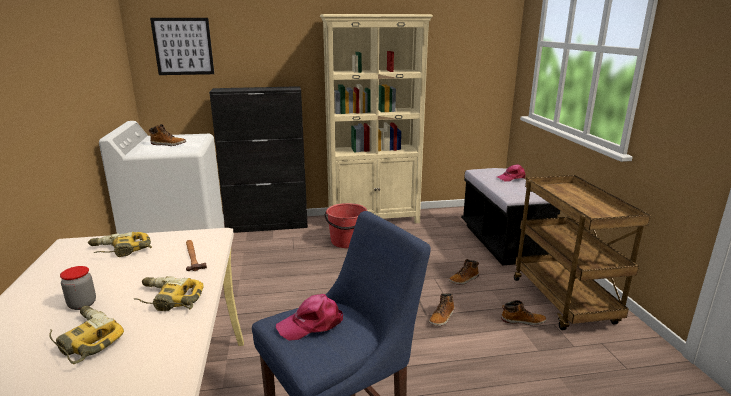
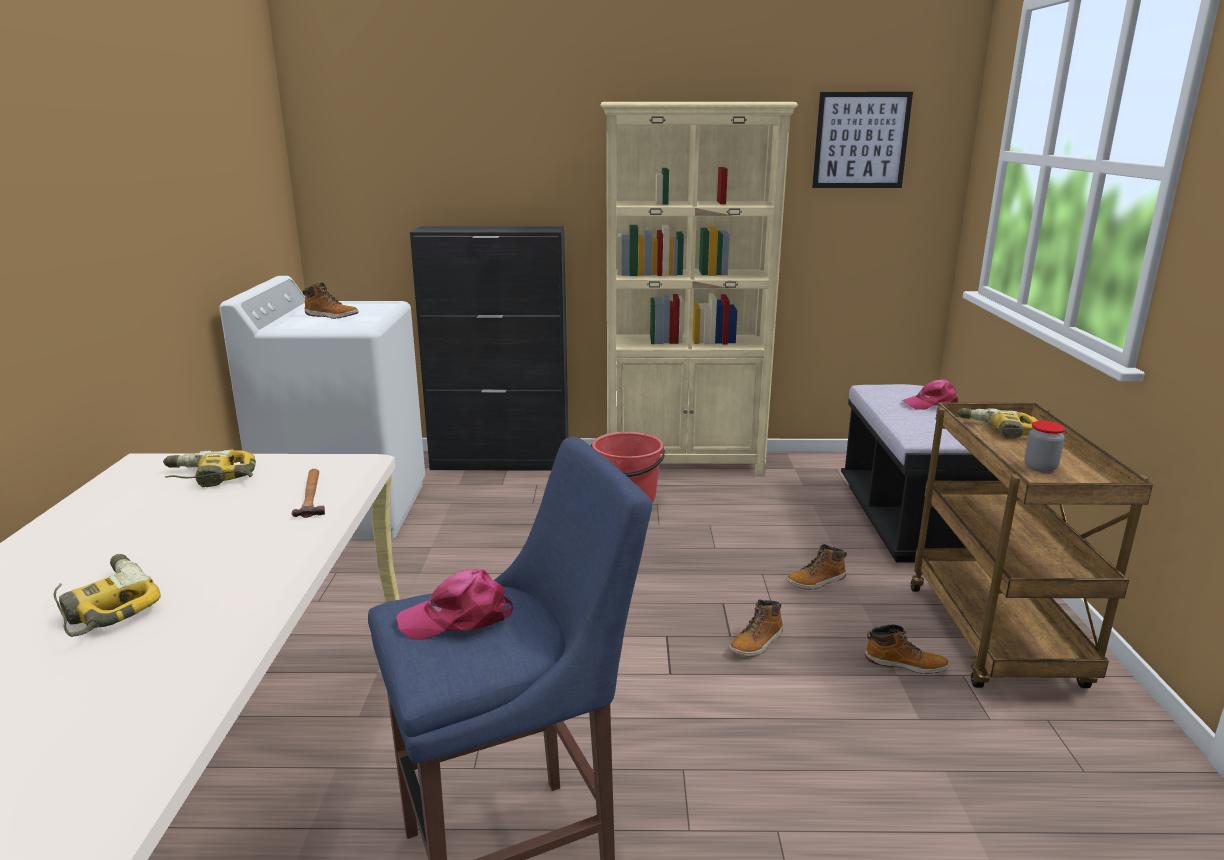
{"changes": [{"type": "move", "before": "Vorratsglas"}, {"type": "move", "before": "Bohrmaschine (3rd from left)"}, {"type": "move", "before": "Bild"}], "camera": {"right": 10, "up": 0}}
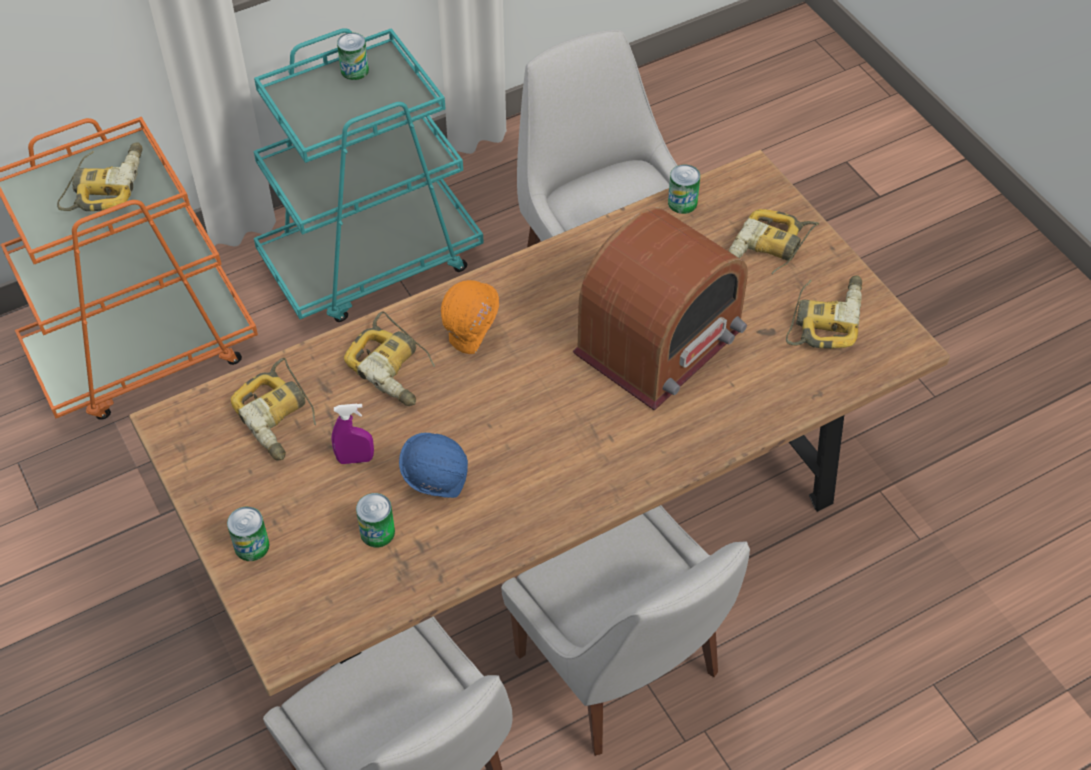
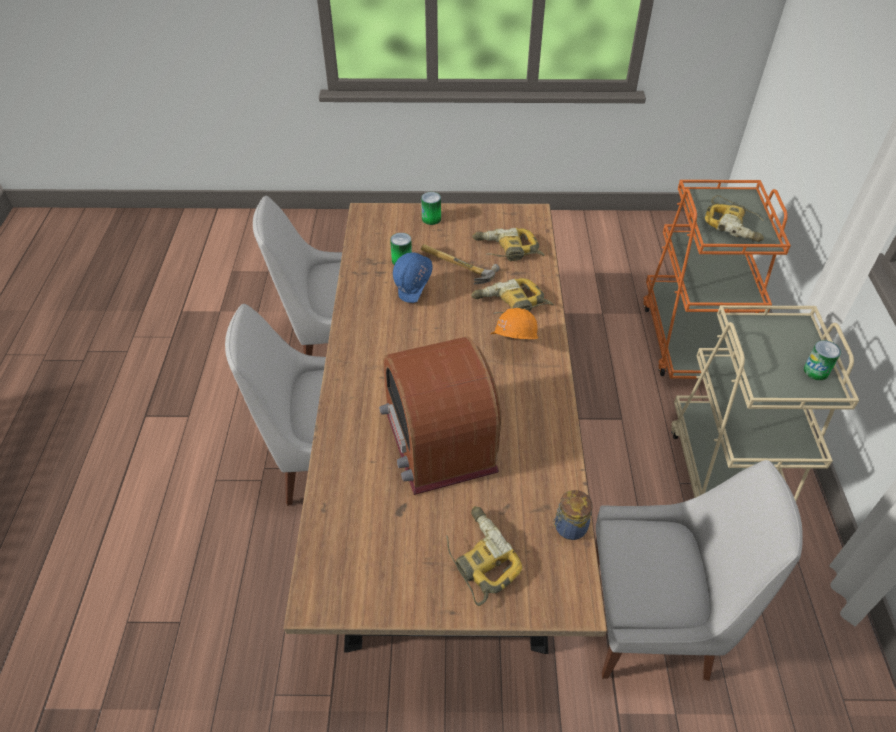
{"changes": [{"type": "recolor", "before": "Rollwagen [türkis]", "after": "Rollwagen [beige]"}, {"type": "replace", "before": "Sprühflasche [lila]", "after": "Hammer"}, {"type": "replace", "before": "Dose (4th from left)", "after": "Vorratsglas"}, {"type": "delete", "before": "Bohrmaschine (5th from left)"}], "camera": {"right": 120, "up": -5}}
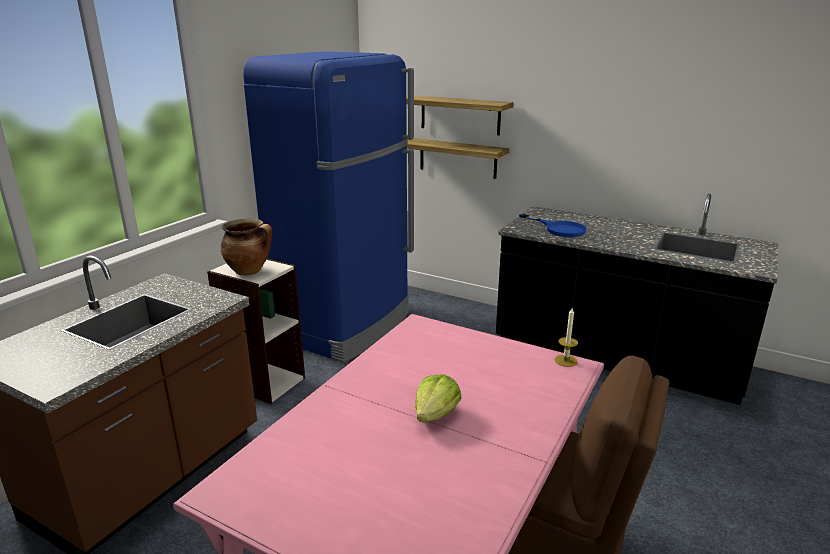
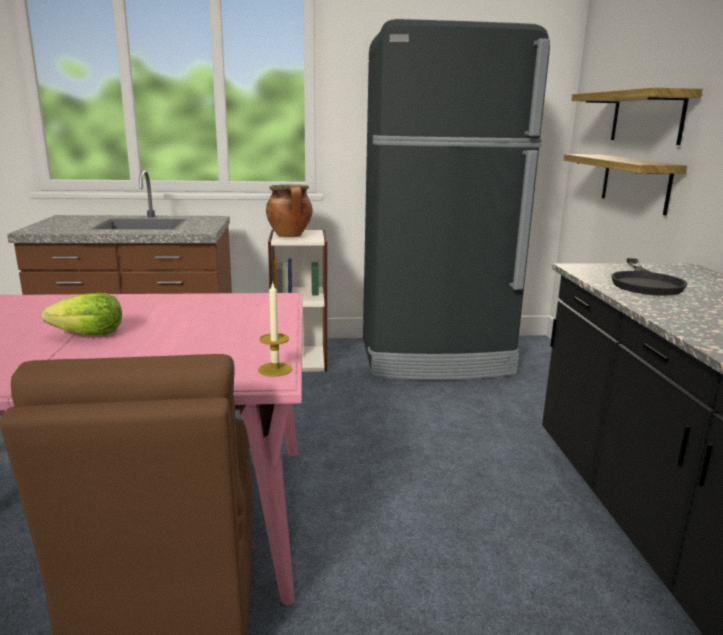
{"changes": [{"type": "recolor", "before": "Kühlschrank [blau]", "after": "Kühlschrank [schwarz]"}, {"type": "recolor", "before": "Pfanne [blau]", "after": "Pfanne [schwarz]"}], "camera": {"right": 55, "up": -5}}
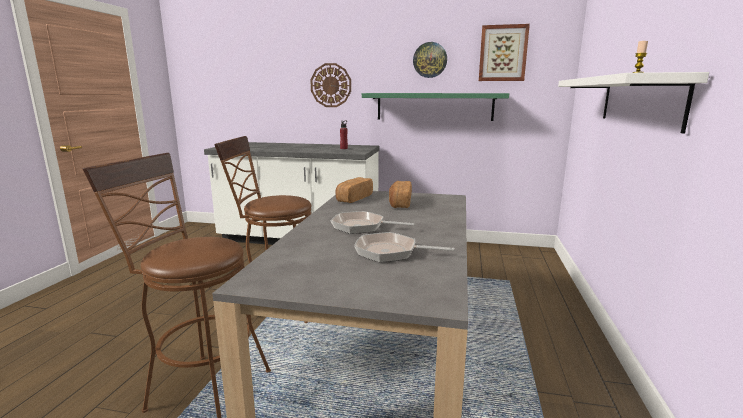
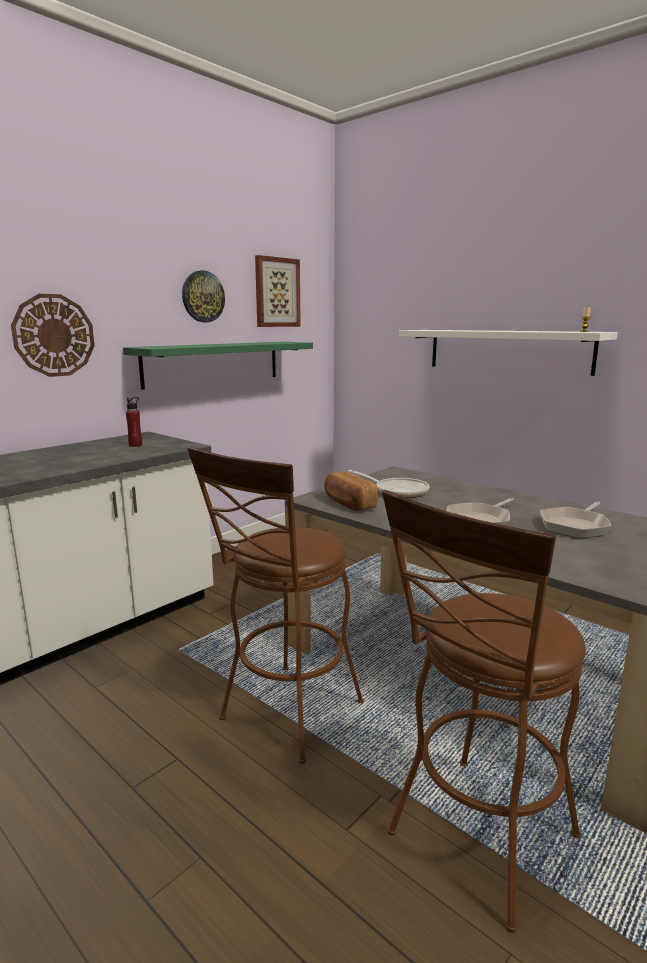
{"changes": [{"type": "replace", "before": "Brot (2nd from left)", "after": "Pfanne (1st from left)"}], "camera": {"right": -60, "up": 0}}
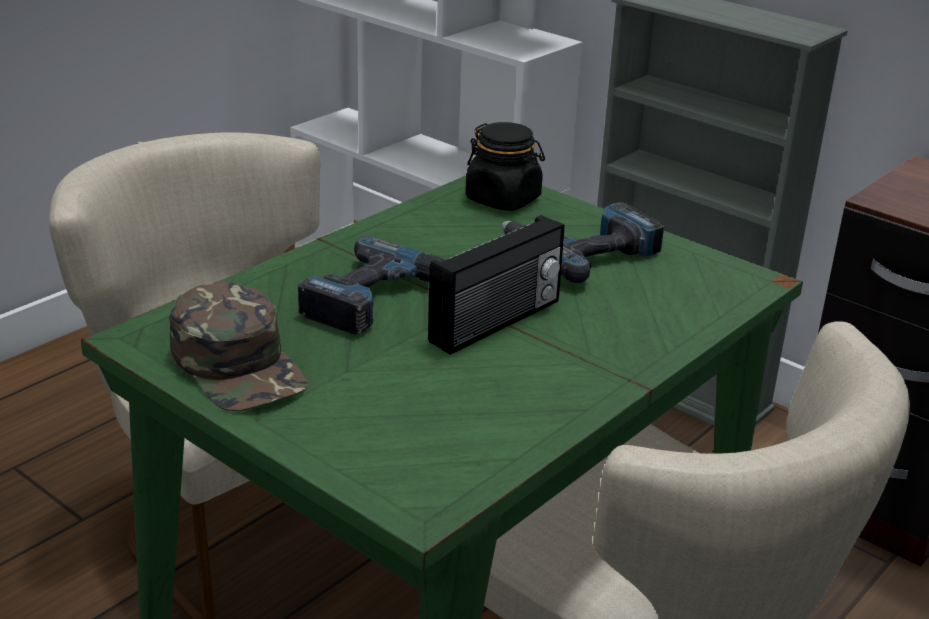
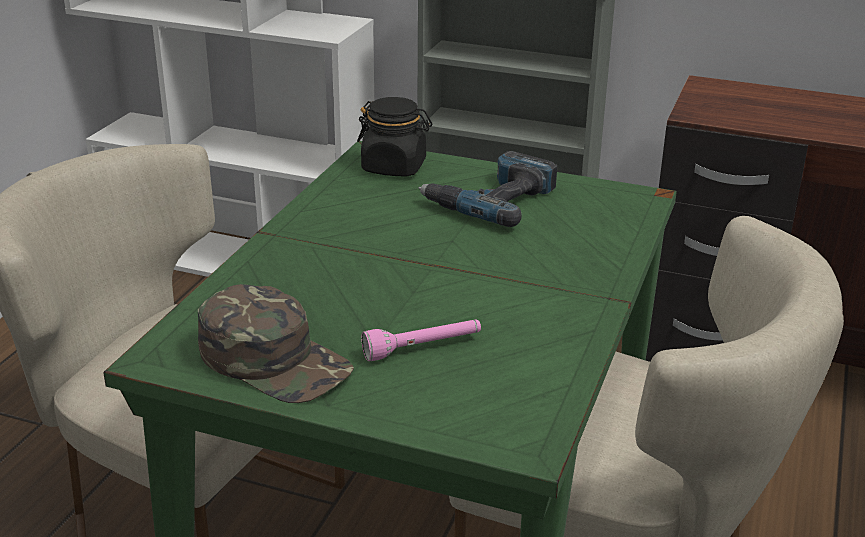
{"changes": [{"type": "delete", "before": "Bohrmaschine (1st from left)"}, {"type": "delete", "before": "Radio"}, {"type": "insert", "after": "Taschenlampe [rosa]"}], "camera": {"right": -20, "up": 0}}
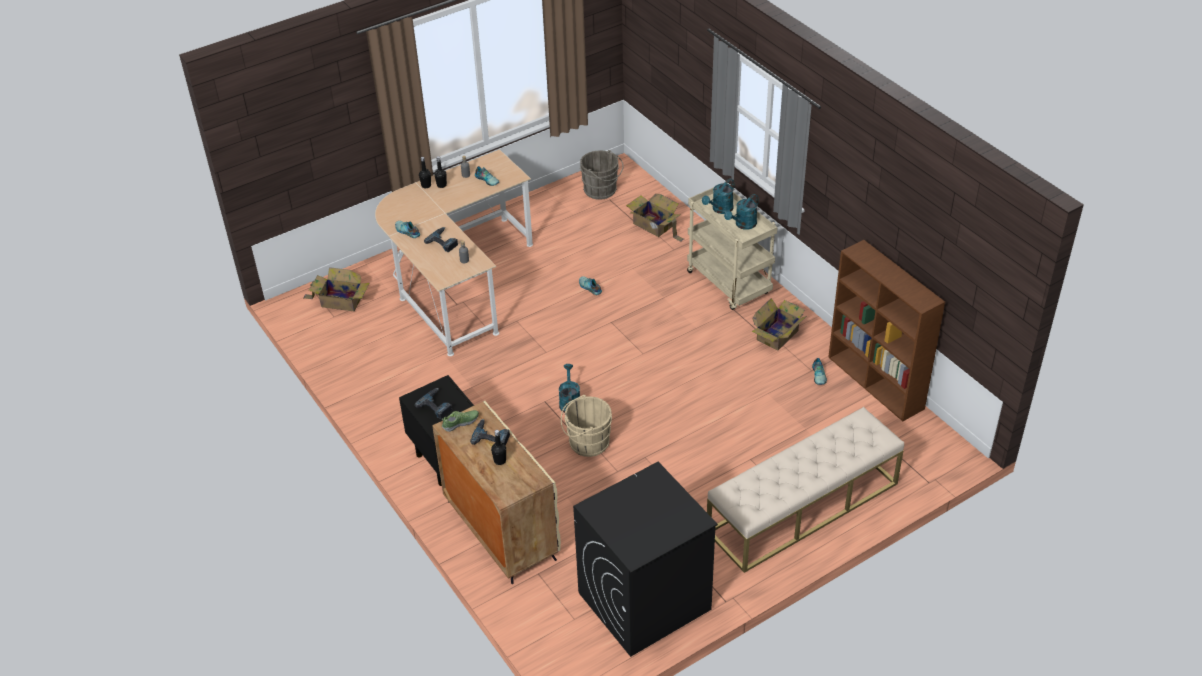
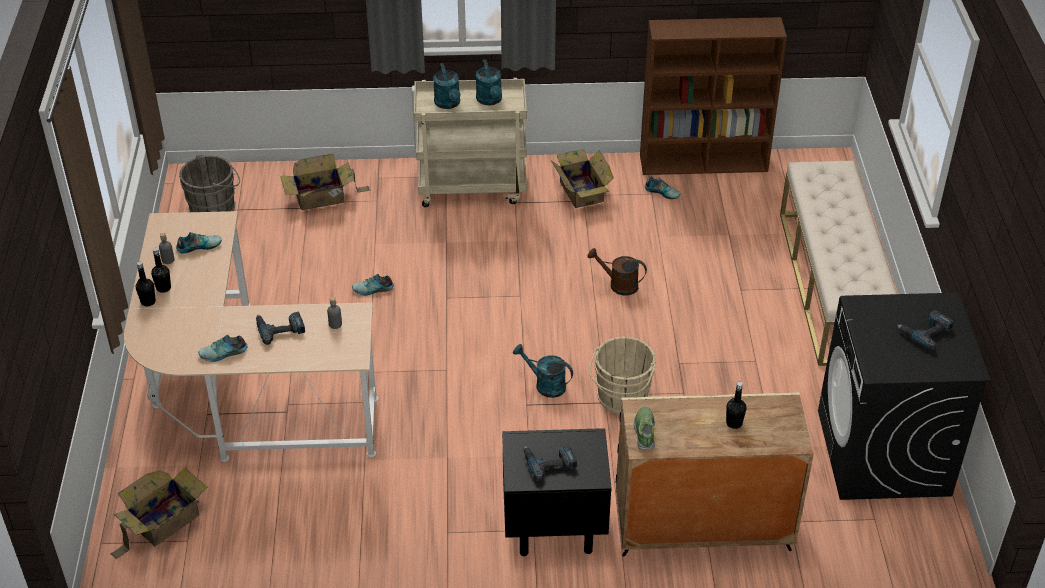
{"changes": [{"type": "move", "before": "Bohrmaschine (3rd from left)"}, {"type": "insert", "after": "Gießkanne [braun]"}], "camera": {"right": -60, "up": 0}}
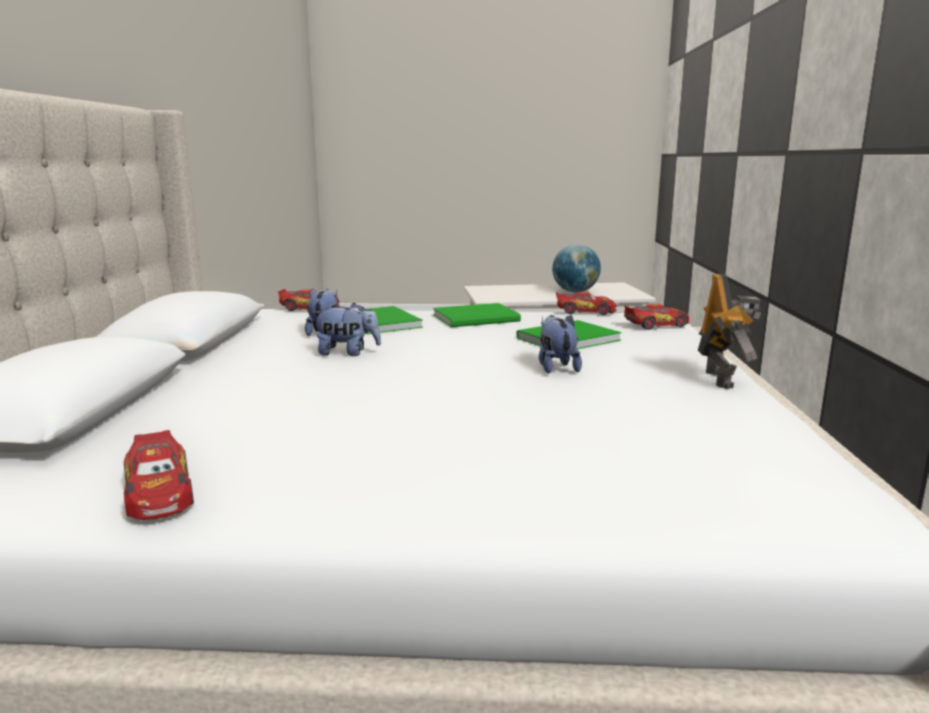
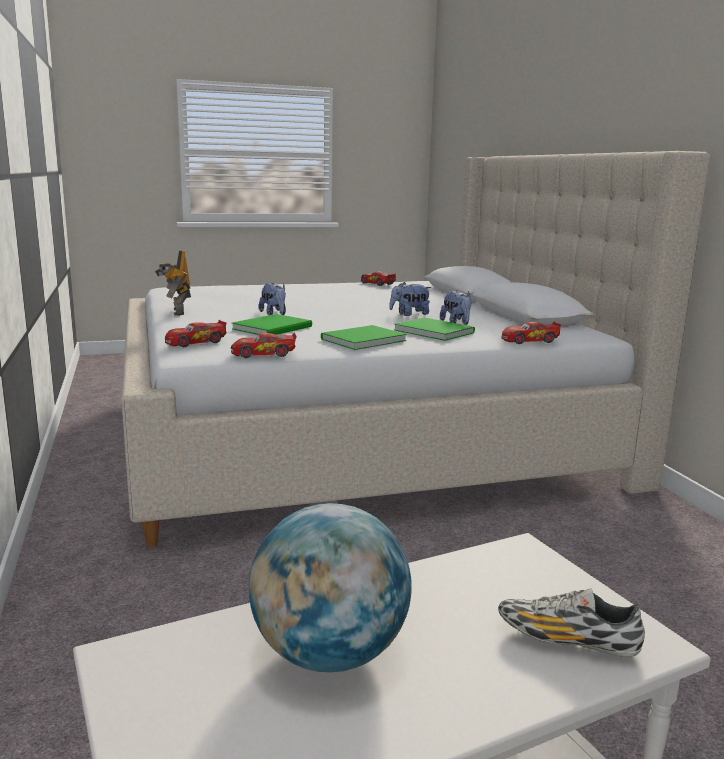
{"changes": [{"type": "insert", "after": "Schuh"}], "camera": {"right": 160, "up": 0}}
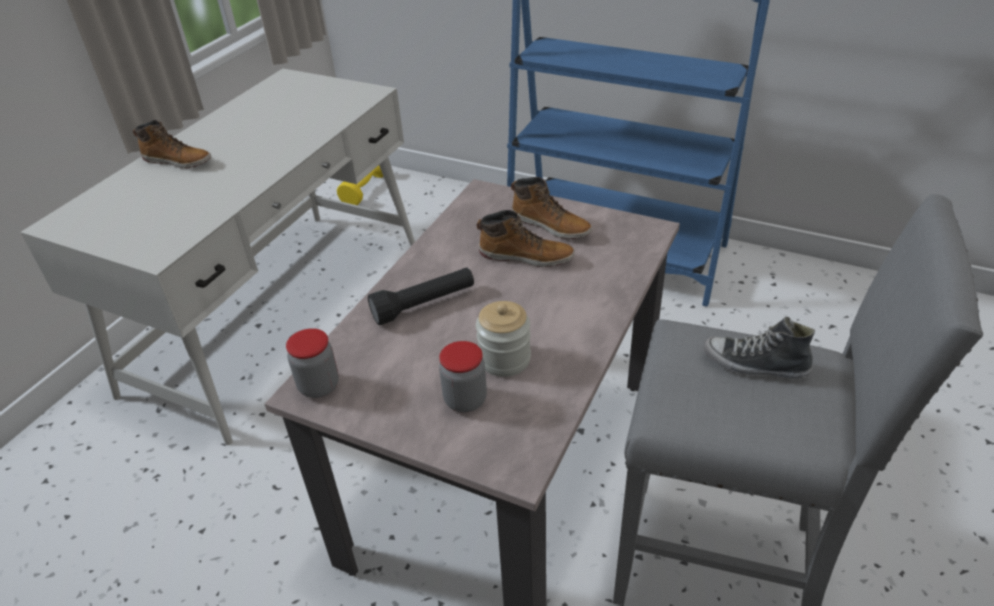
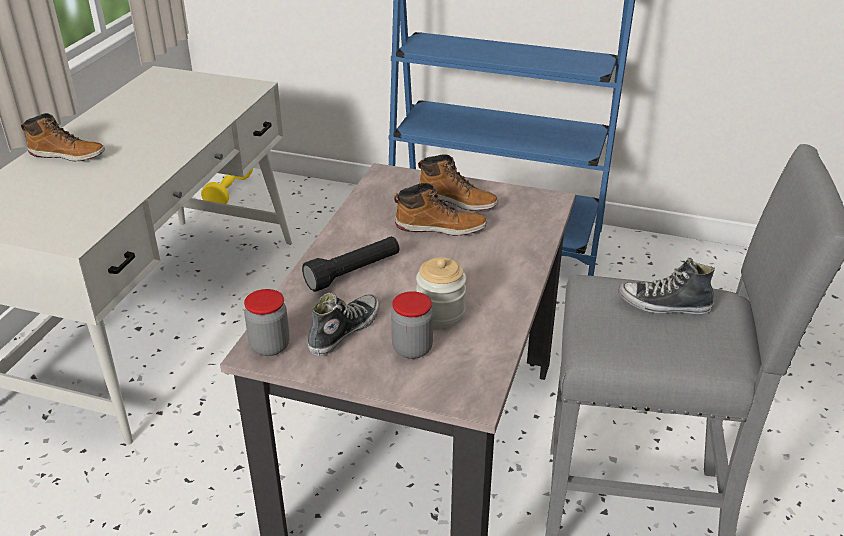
{"changes": [{"type": "insert", "after": "Schuh (1st from left)"}], "camera": {"right": -10, "up": -5}}
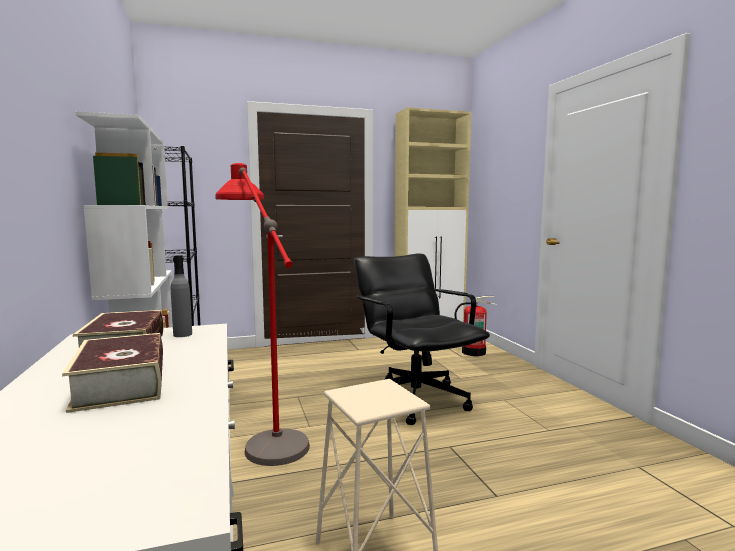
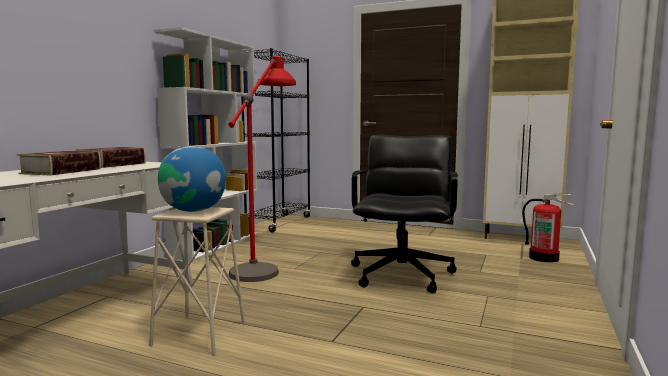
{"changes": [{"type": "delete", "before": "Flasche [grau]"}, {"type": "insert", "after": "Globus"}], "camera": {"right": 40, "up": 0}}
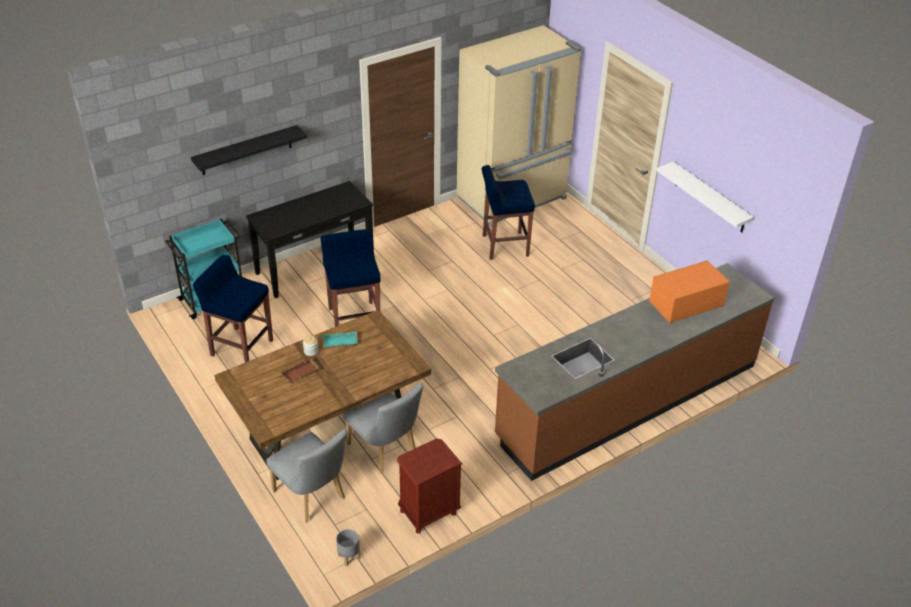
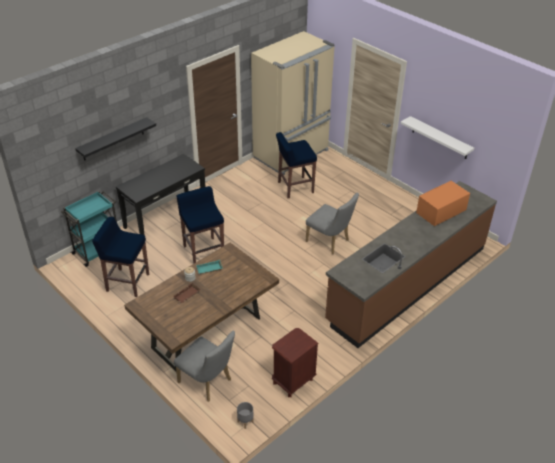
{"changes": [{"type": "move", "before": "Stuhl [grau] (2nd from left)"}], "camera": {"right": -10, "up": 0}}
